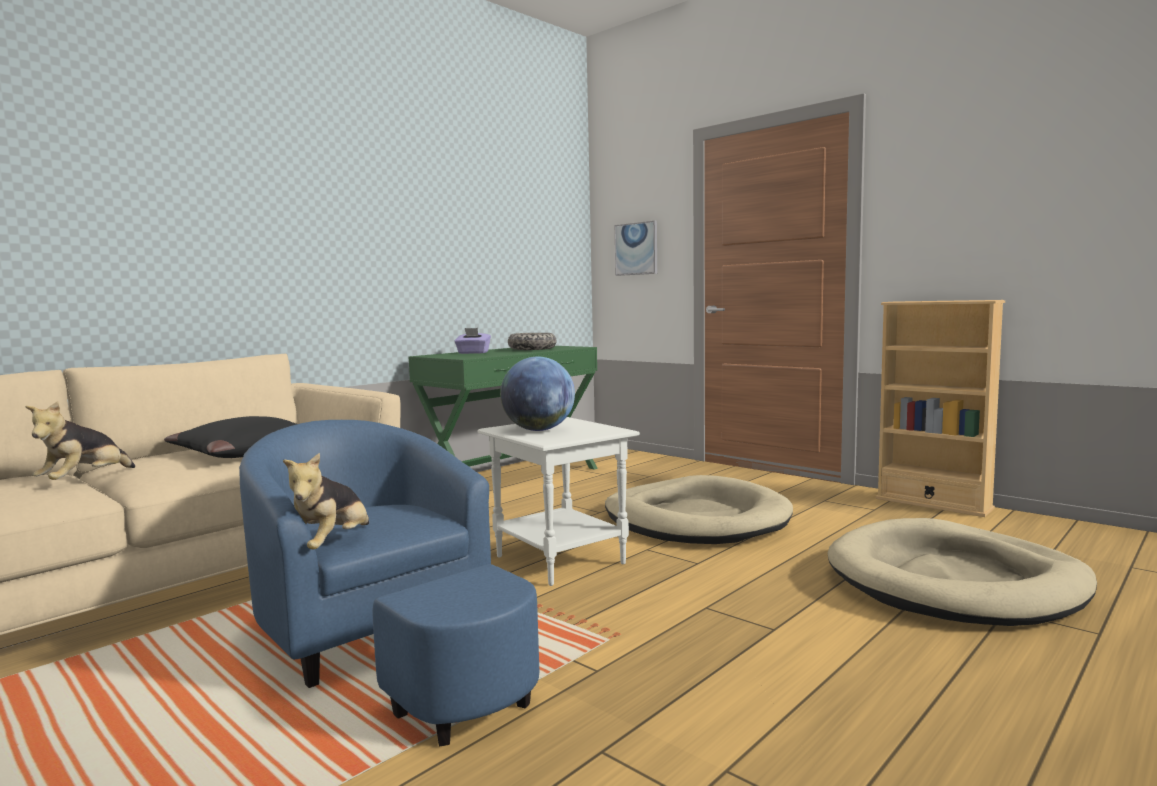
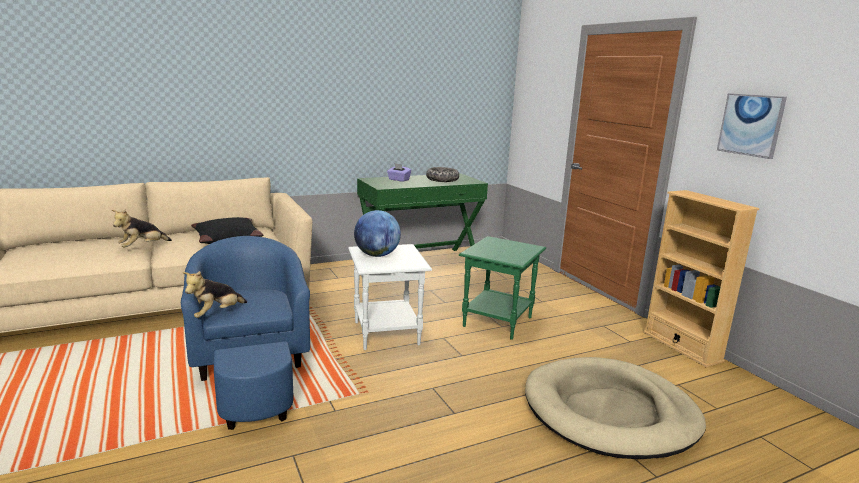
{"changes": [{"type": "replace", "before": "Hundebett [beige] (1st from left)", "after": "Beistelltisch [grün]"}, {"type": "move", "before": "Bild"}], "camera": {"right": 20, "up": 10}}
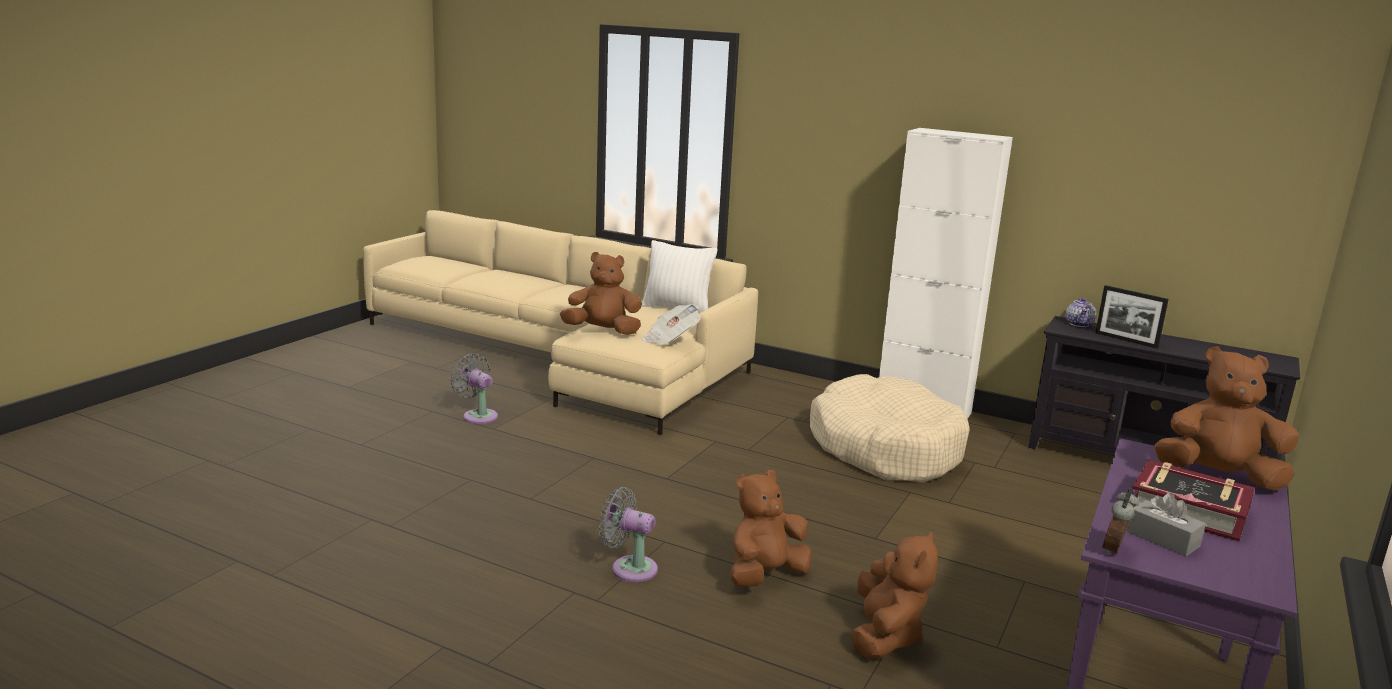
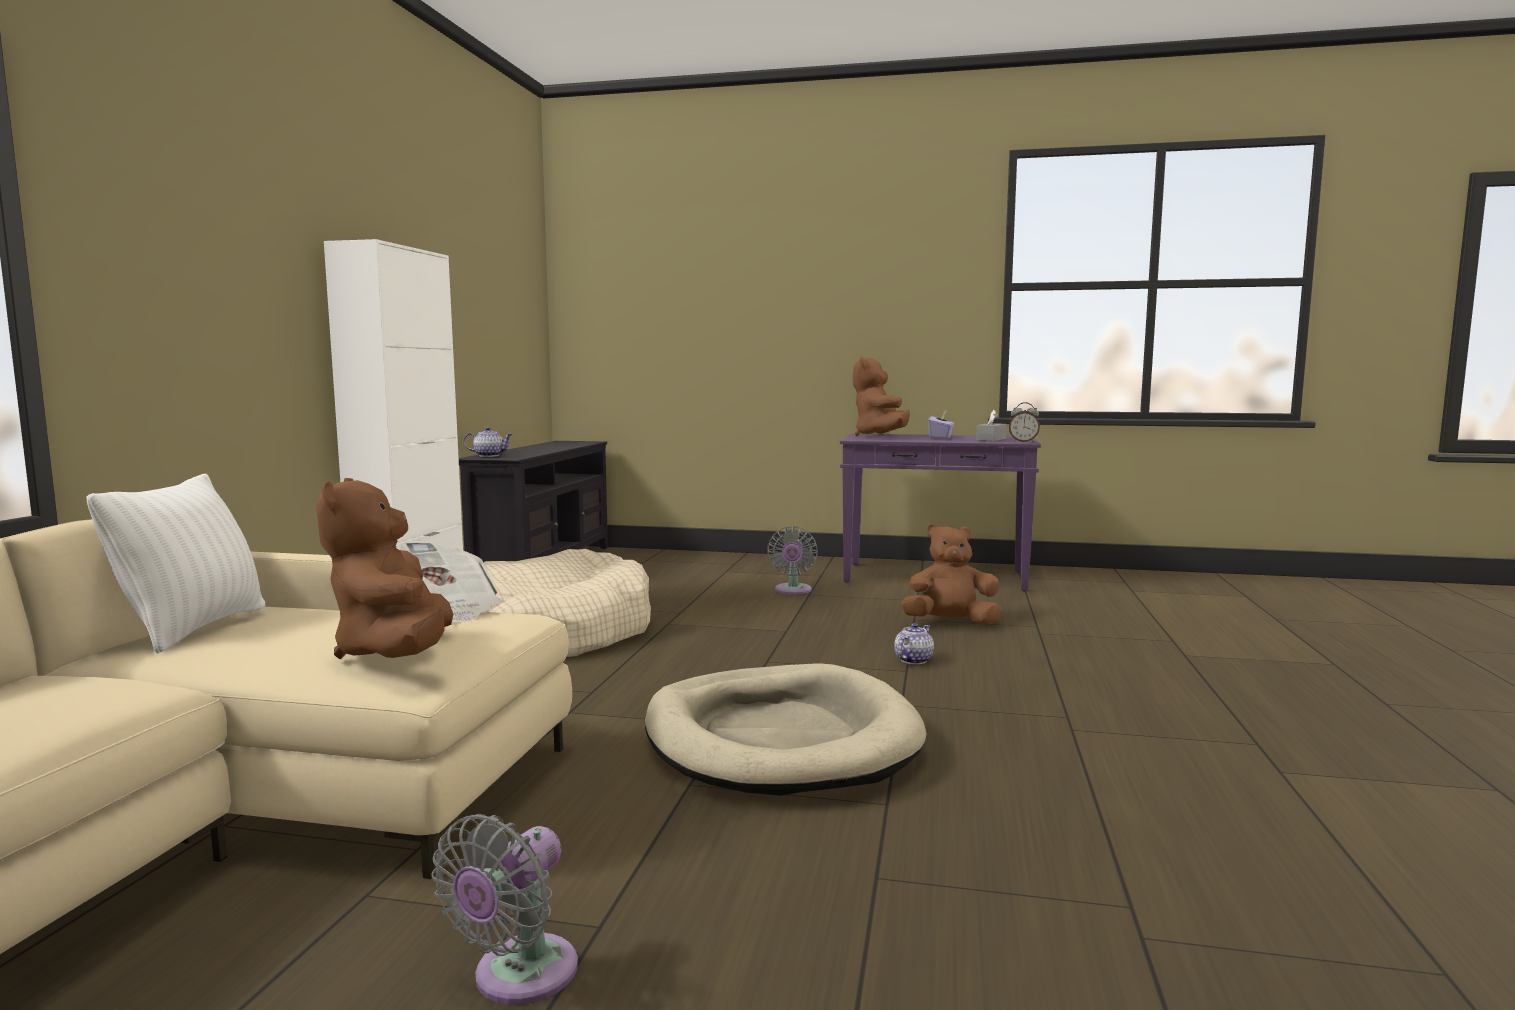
{"changes": [{"type": "move", "before": "Ventilator [grau] (2nd from left)"}, {"type": "replace", "before": "Plüschtier [braun] (2nd from left)", "after": "Teekanne (2nd from left)"}, {"type": "delete", "before": "Bilderrahmen"}, {"type": "replace", "before": "Buch", "after": "Taschentuchbox [lila]"}, {"type": "insert", "after": "Hundebett [beige] (2nd from left)"}], "camera": {"right": -105, "up": -10}}
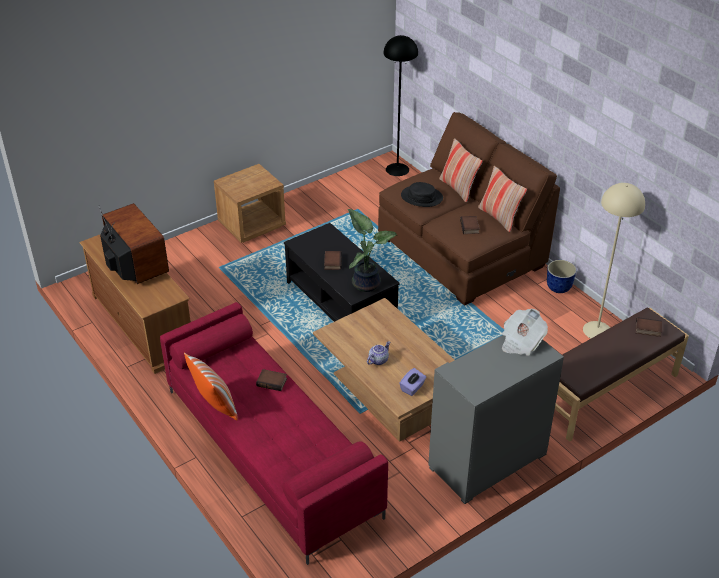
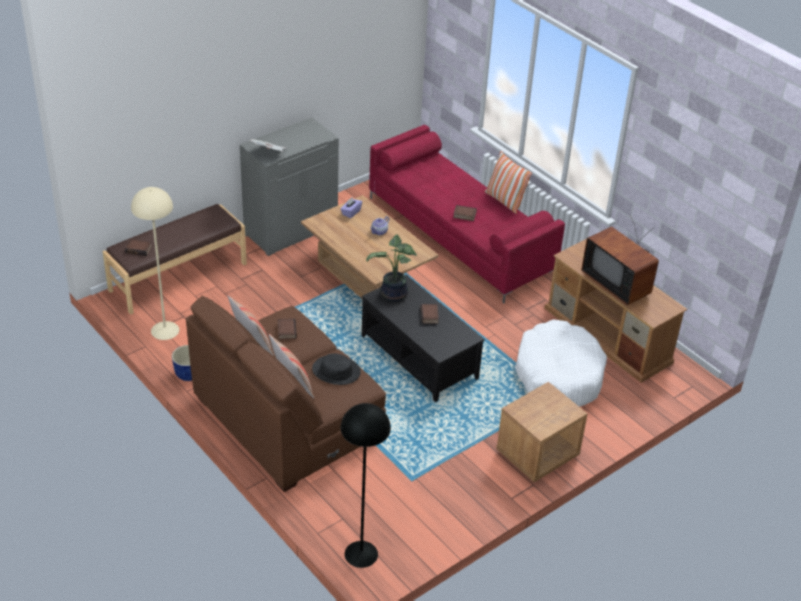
{"changes": [{"type": "insert", "after": "Hundebett [weiß]"}], "camera": {"right": 175, "up": 0}}
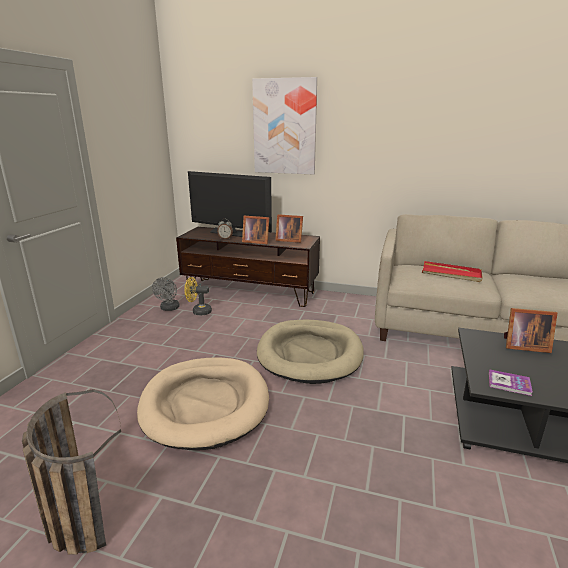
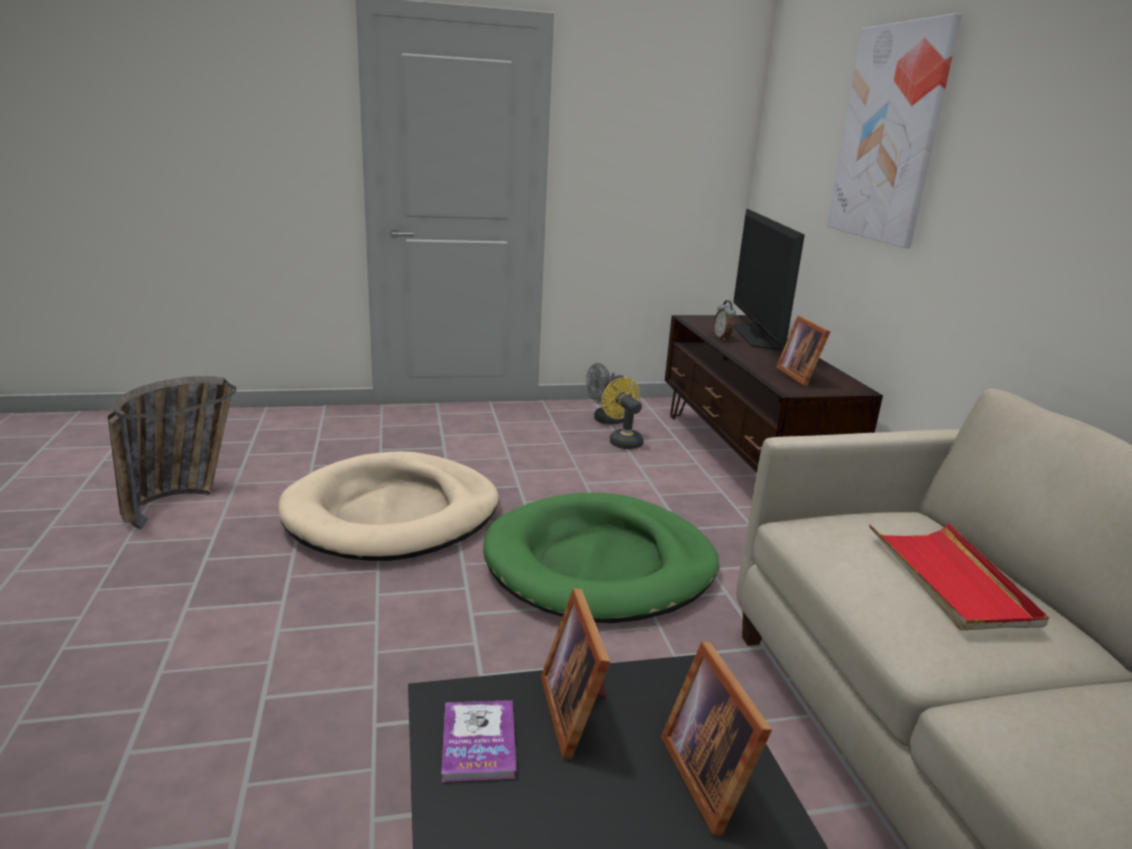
{"changes": [{"type": "move", "before": "Bilderrahmen (1st from left)"}, {"type": "recolor", "before": "Hundebett [beige] (2nd from left)", "after": "Hundebett [grün]"}], "camera": {"right": 60, "up": 0}}
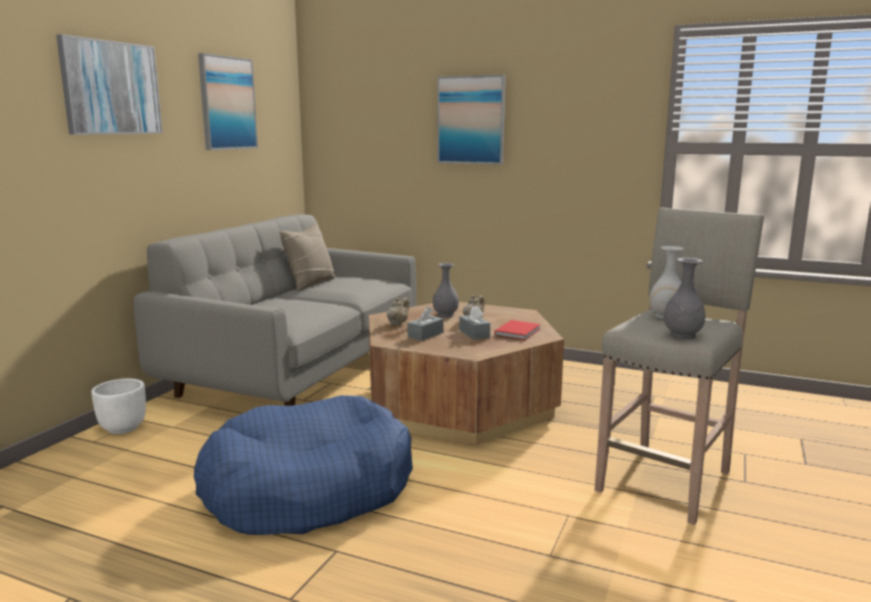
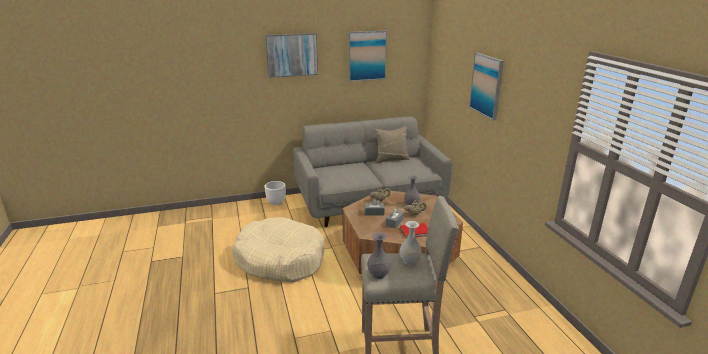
{"changes": [{"type": "recolor", "before": "Hundebett [blau]", "after": "Hundebett [beige]"}], "camera": {"right": 50, "up": 10}}
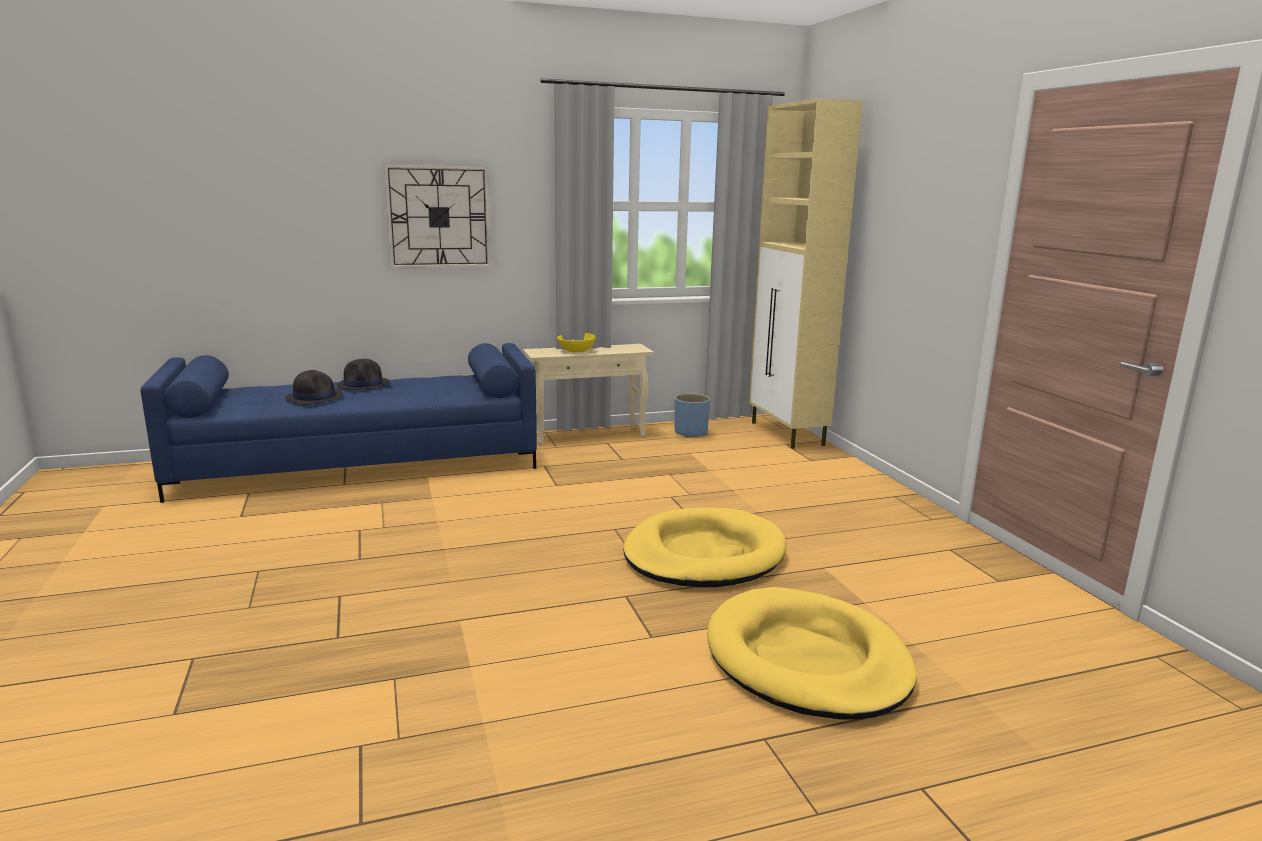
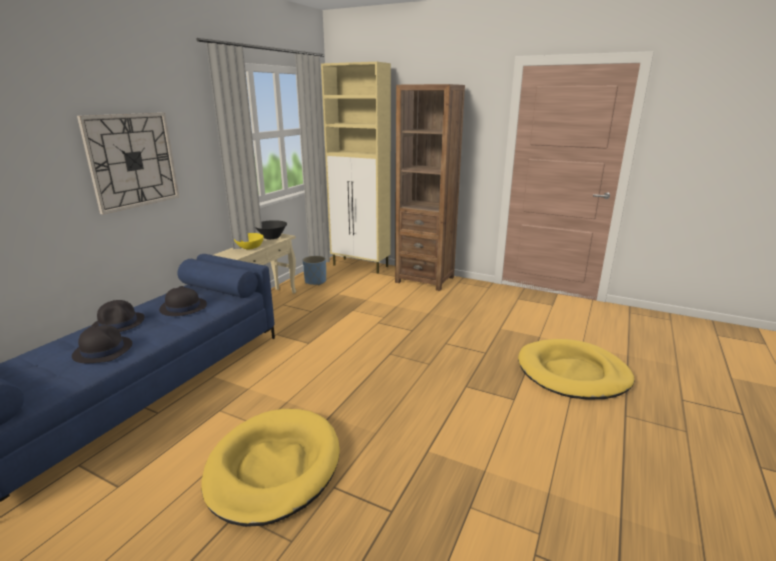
{"changes": [{"type": "move", "before": "Hundebett [gelb] (1st from left)"}, {"type": "insert", "after": "Hut [schwarz] (3rd from left)"}, {"type": "insert", "after": "Schüssel [schwarz]"}, {"type": "insert", "after": "Bücherregal [braun]"}], "camera": {"right": -45, "up": 5}}
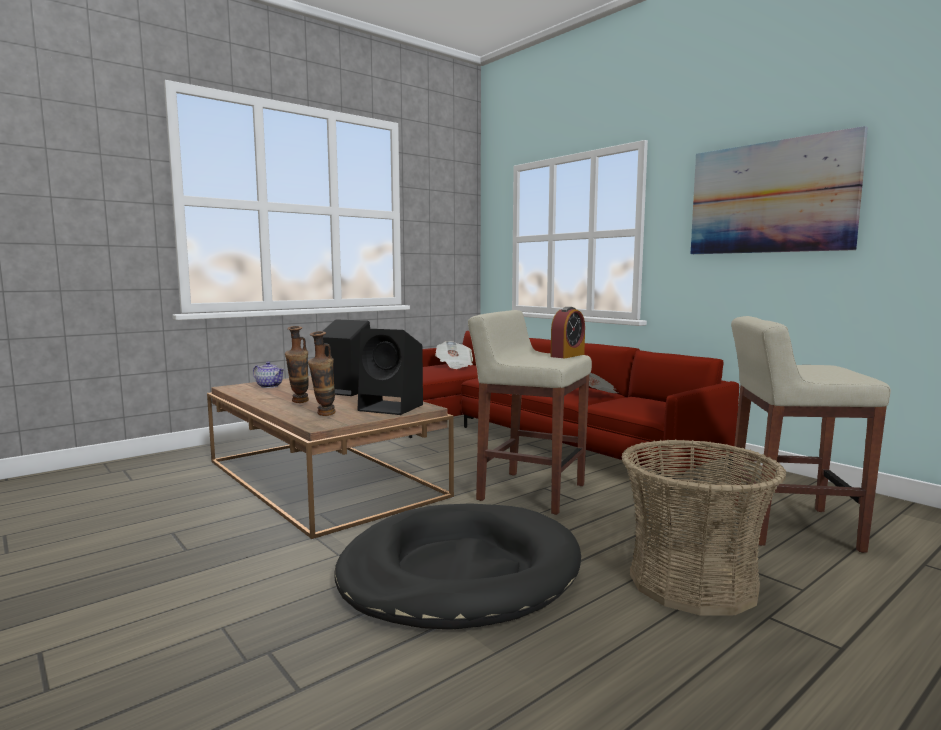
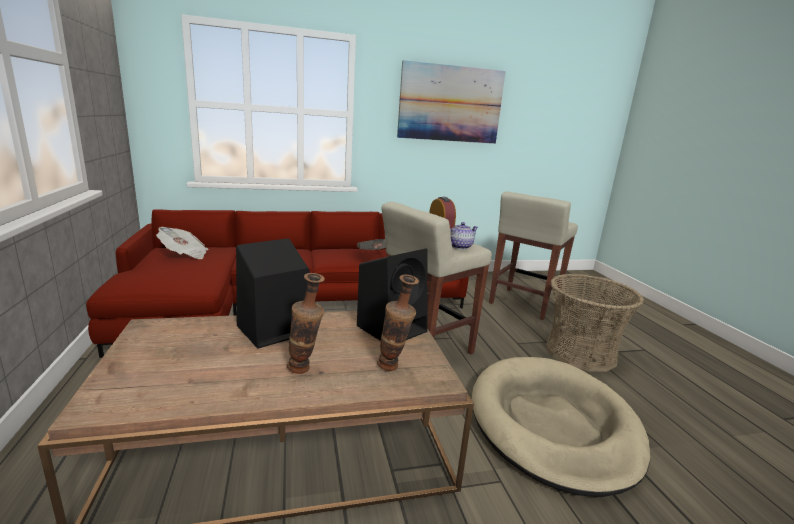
{"changes": [{"type": "move", "before": "Teekanne"}, {"type": "recolor", "before": "Hundebett [schwarz]", "after": "Hundebett [beige]"}], "camera": {"right": -65, "up": 10}}
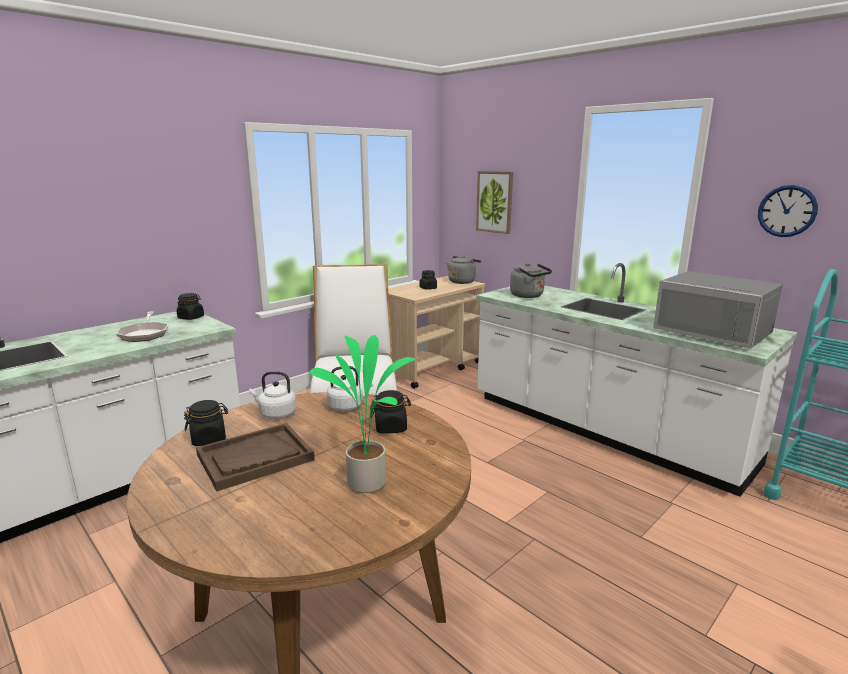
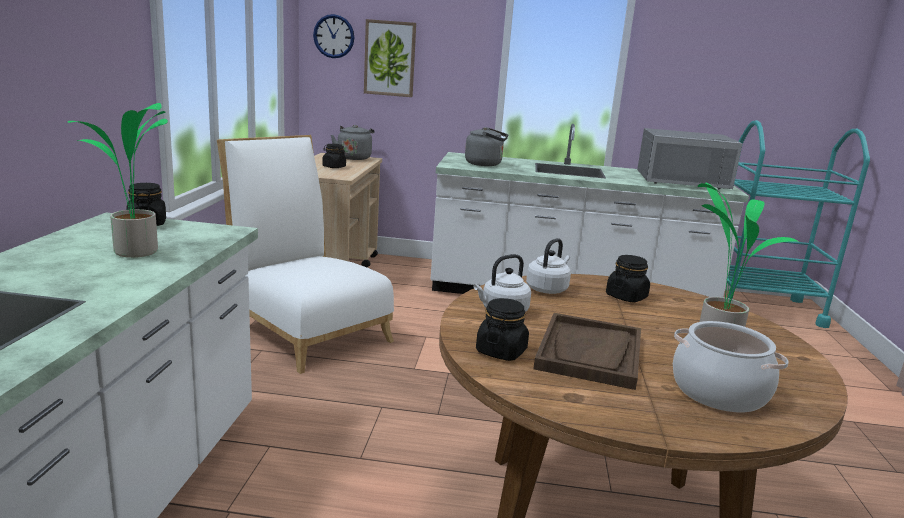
{"changes": [{"type": "replace", "before": "Pfanne", "after": "Topfpflanze (1st from left)"}, {"type": "move", "before": "Wanduhr"}, {"type": "insert", "after": "Kochtopf"}], "camera": {"right": -40, "up": 0}}
